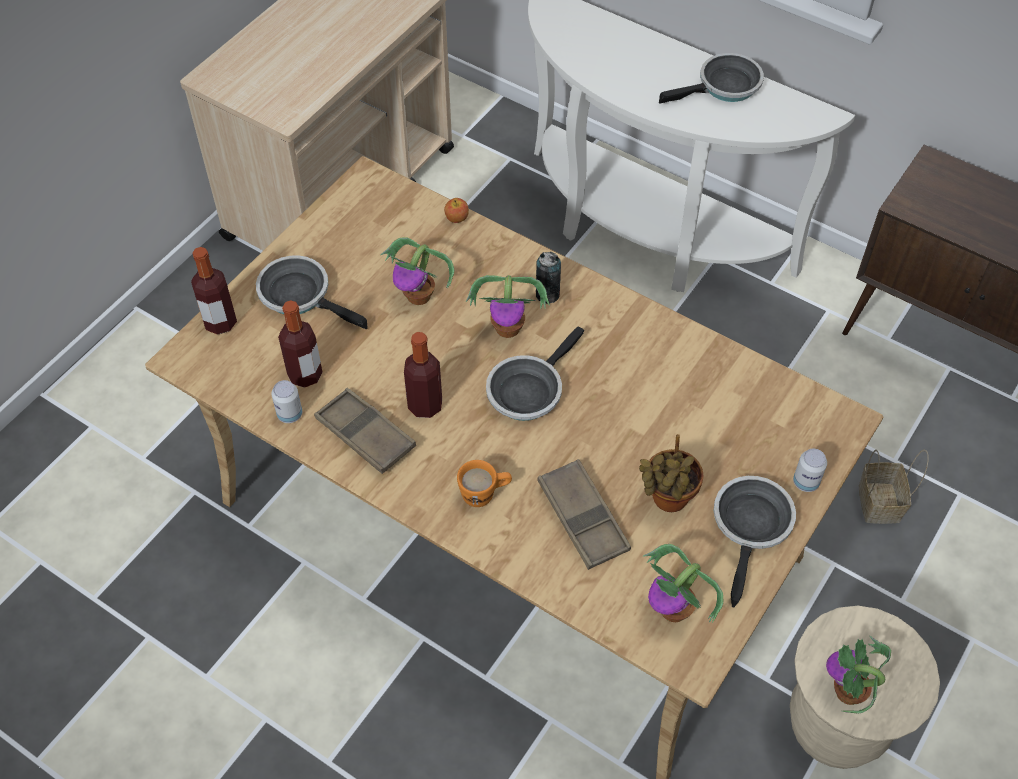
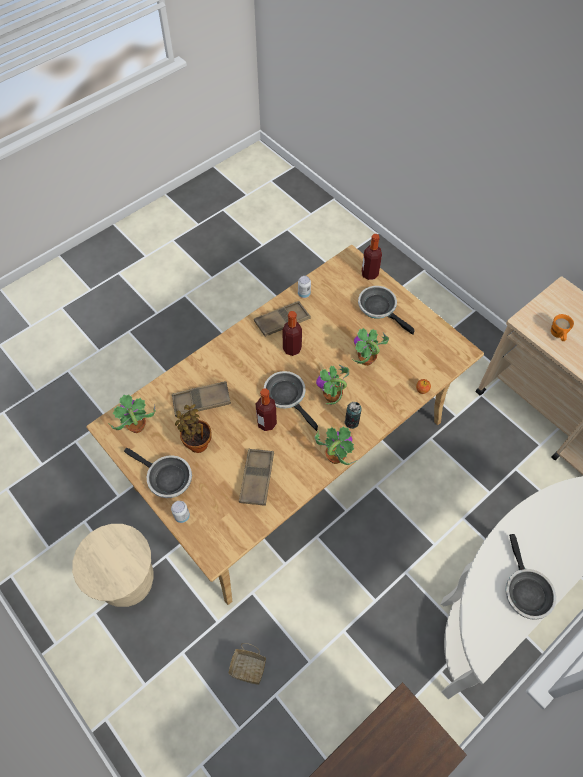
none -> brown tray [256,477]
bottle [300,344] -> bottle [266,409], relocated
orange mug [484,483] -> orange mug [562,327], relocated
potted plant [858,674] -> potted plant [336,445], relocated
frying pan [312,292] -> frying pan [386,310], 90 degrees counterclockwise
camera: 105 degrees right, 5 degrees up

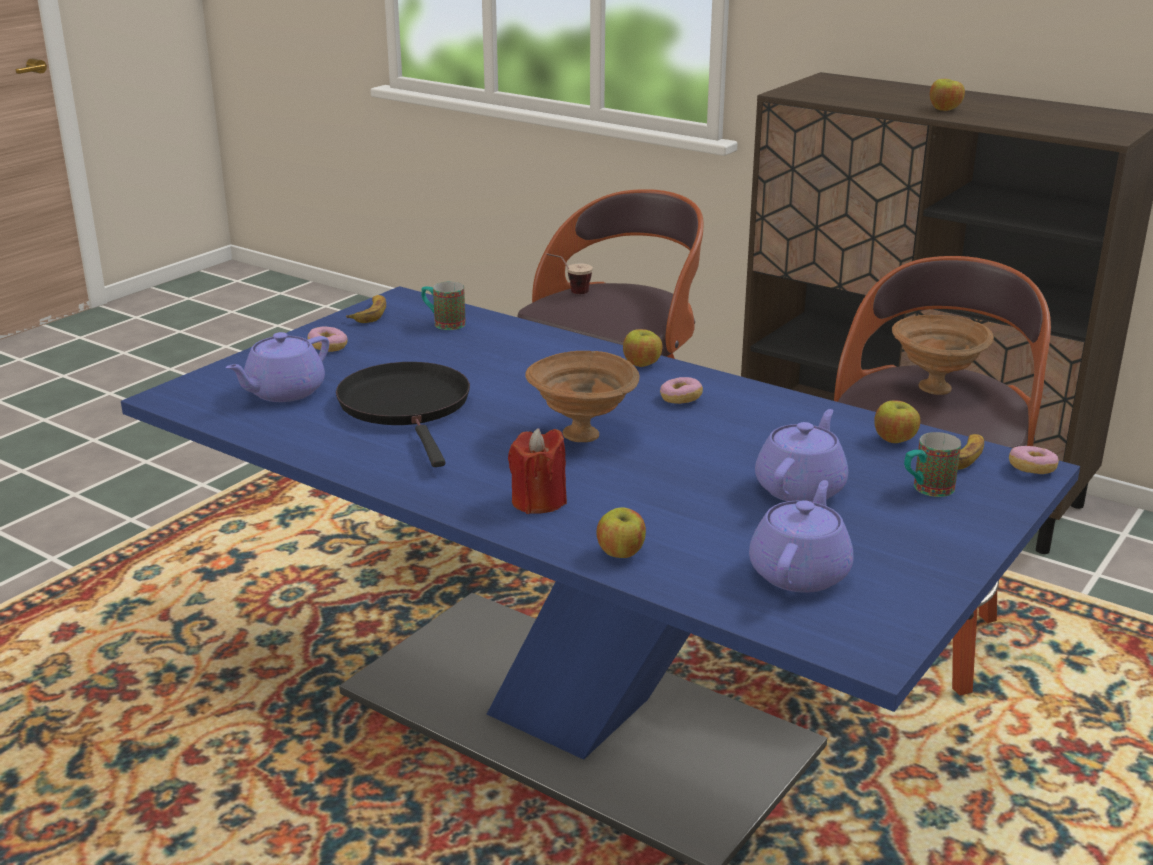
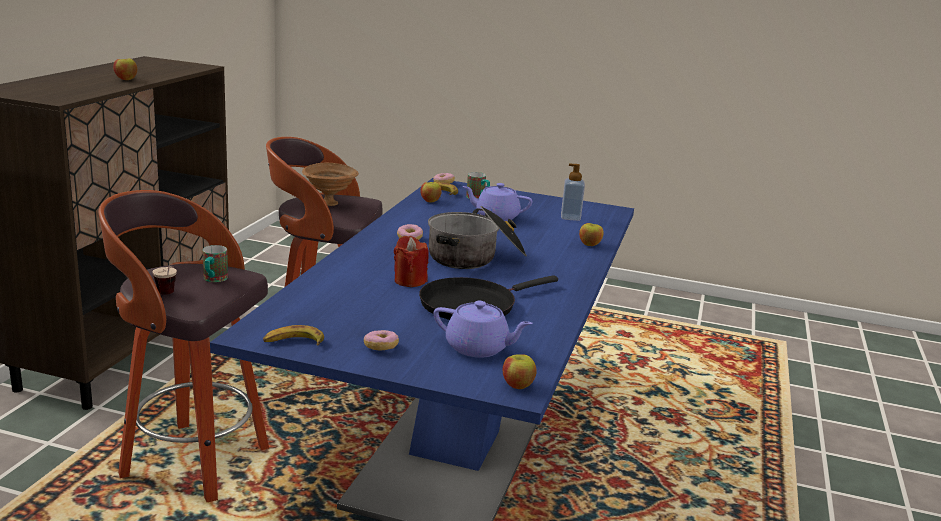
mug [443,306] -> mug [215,263], relocated
red candle [537,471] -> red candle [411,261], relocated
apple [642,348] -> apple [520,371], relocated
brown bowl [582,396] -> cooking pot [477,237]
purple teapot [801,536] -> soap dispenser [573,192]
camera: 110 degrees left, 5 degrees down

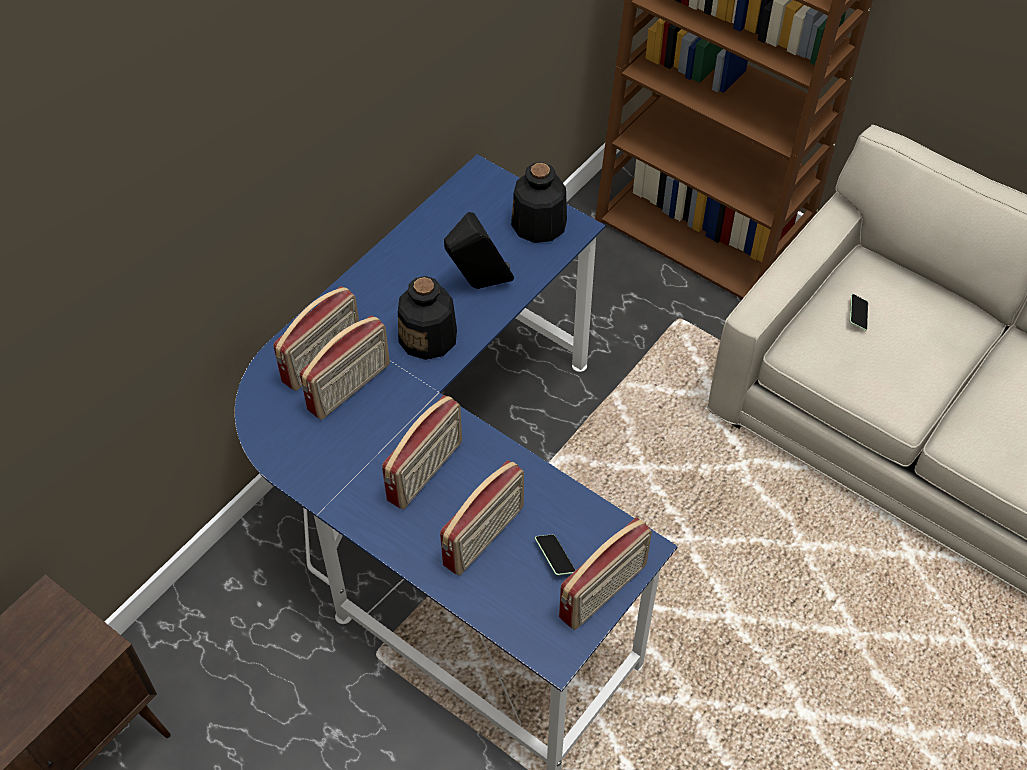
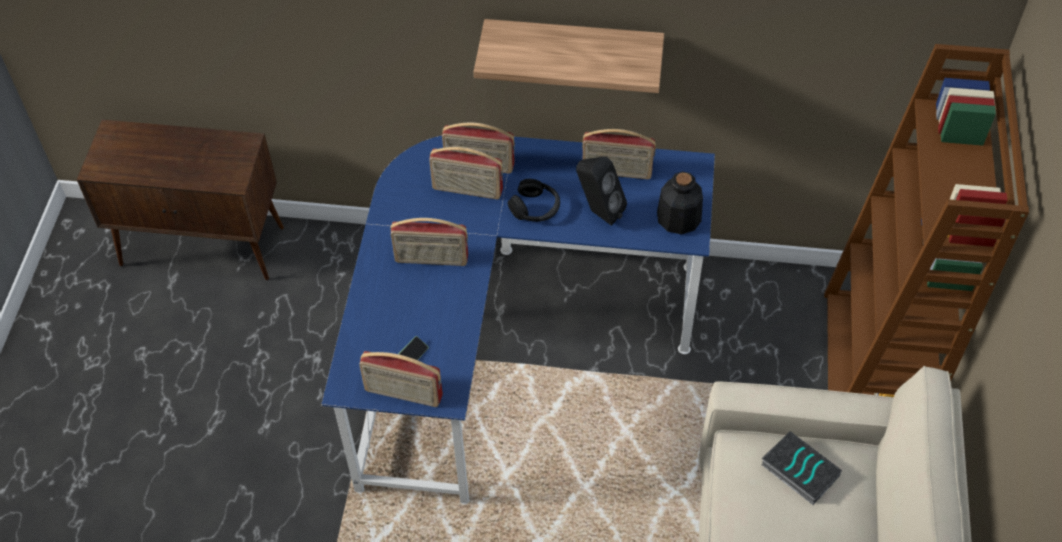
none -> shelf [569,56]
radio [482,518] -> radio [619,154], relocated
bottle [427,318] -> black headphones [534,200]
phone [859,312] -> book [802,468]
camera: 60 degrees right, 0 degrees up

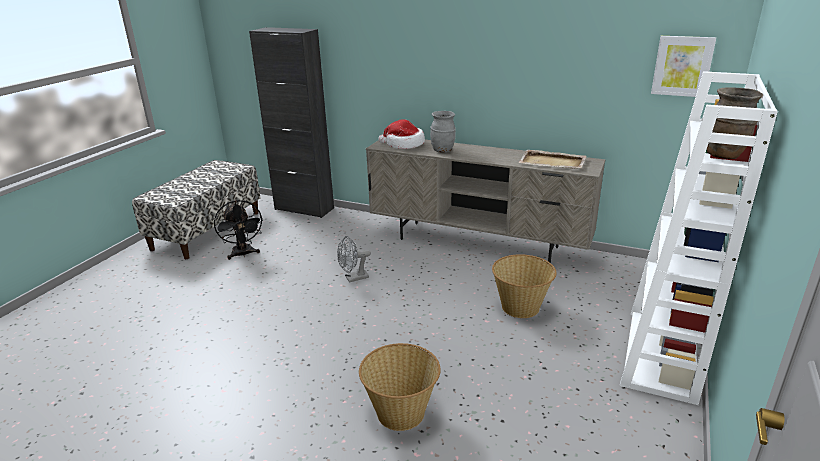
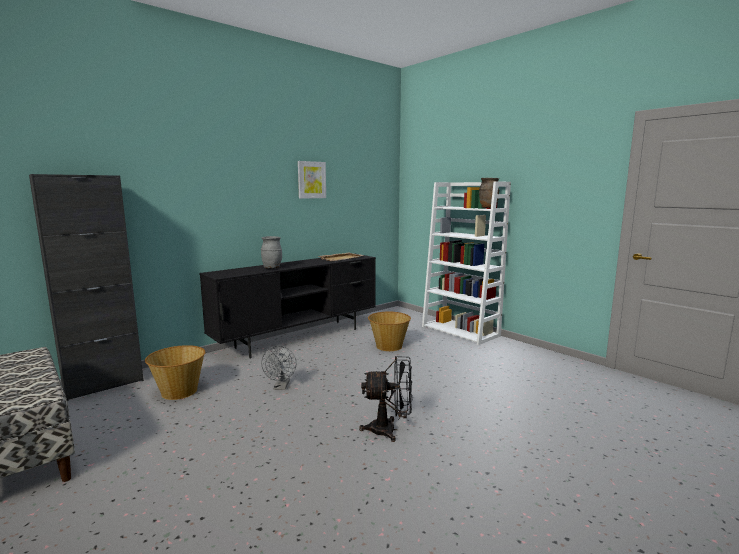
hat [401,134] -> none
black fan [238,230] -> black fan [385,399], relocated
basket [400,387] -> basket [175,372], relocated
picture [683,66] -> picture [312,180], relocated
beige tv stand [486,203] -> black tv stand [287,307]
camera: 65 degrees left, 15 degrees down

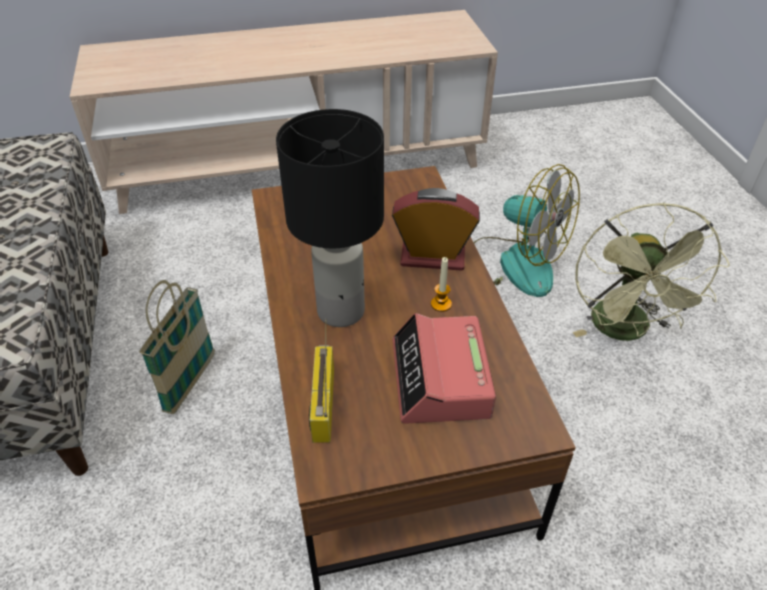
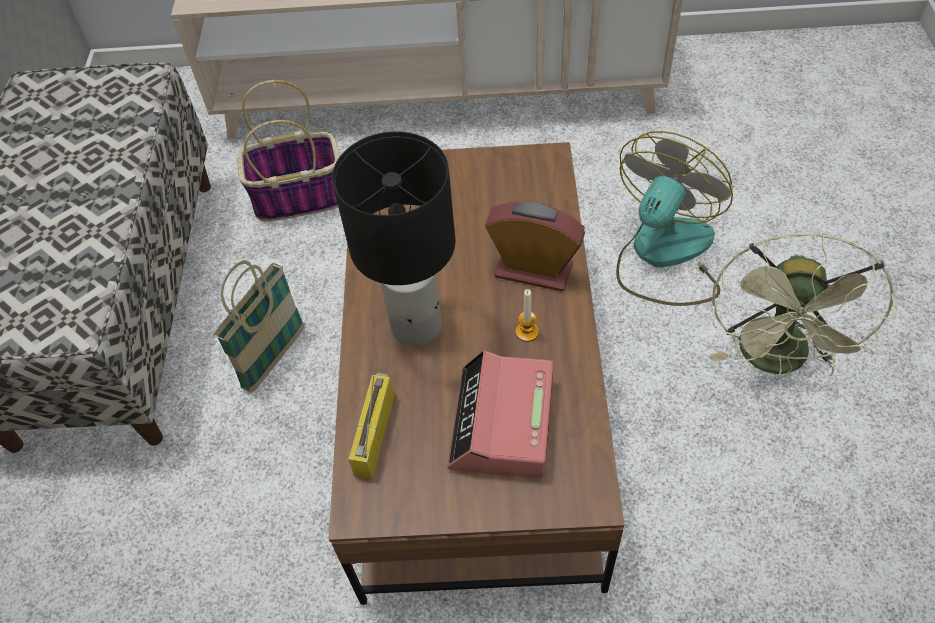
none -> basket [288,150]
fan [526,230] -> fan [674,218], 105 degrees counterclockwise
camera: 15 degrees right, 10 degrees up

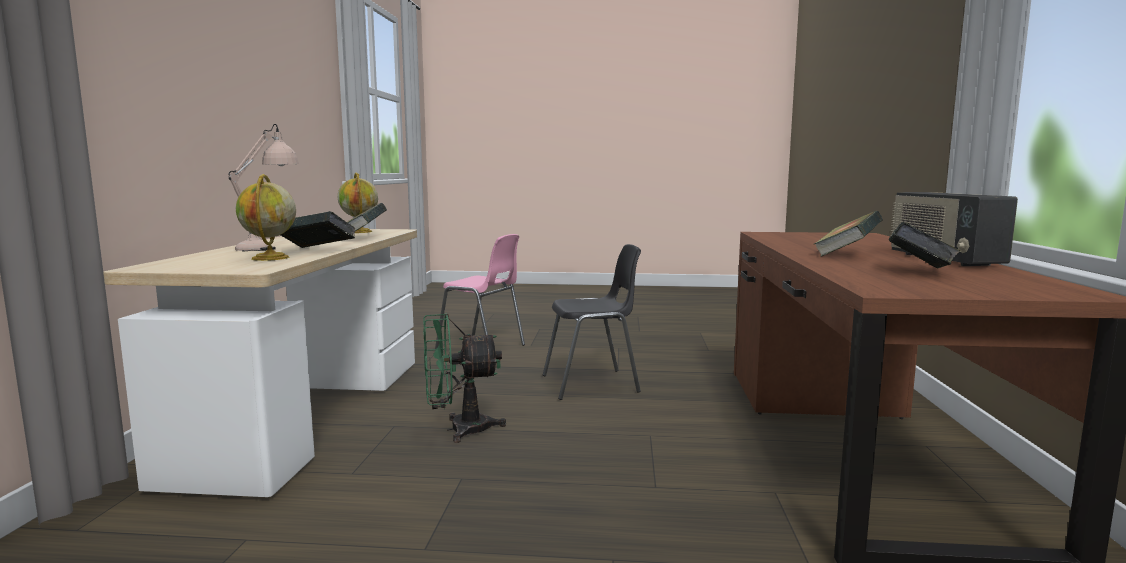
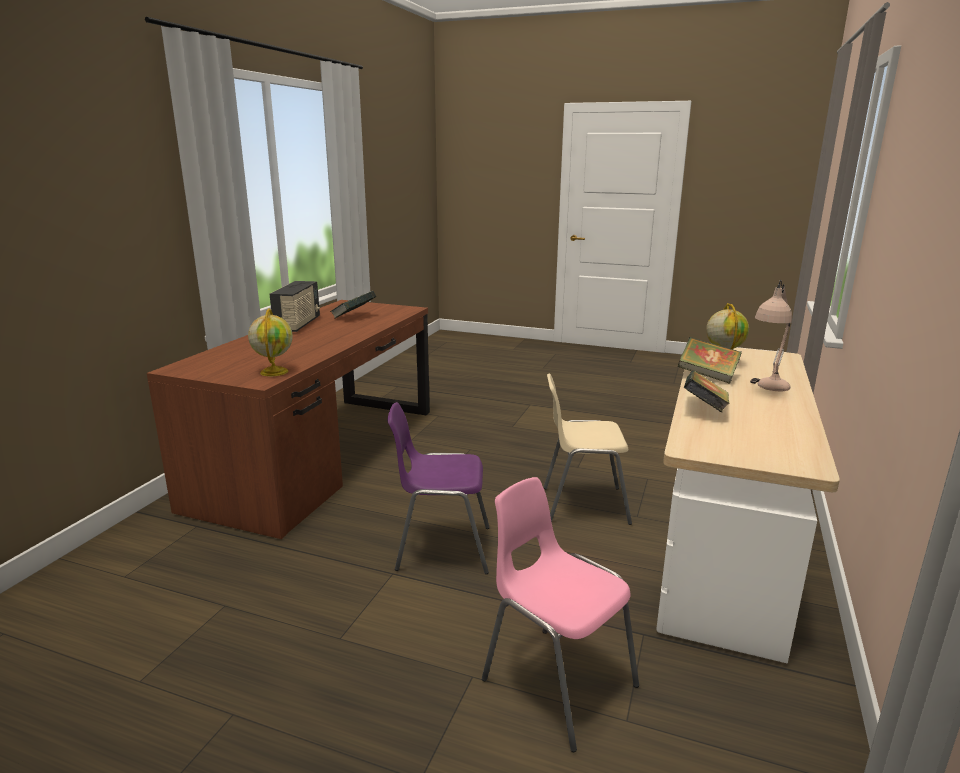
book [848,233] -> none
globe [358,203] -> globe [270,342], relocated
green fan [464,378] -> beige chair [588,449]
black chair [592,322] -> purple chair [438,488]
camera: 165 degrees left, 10 degrees up

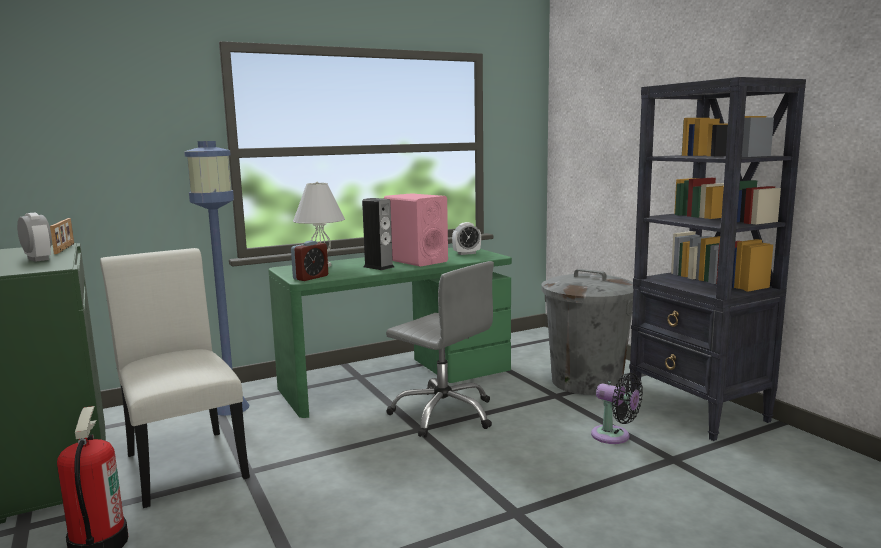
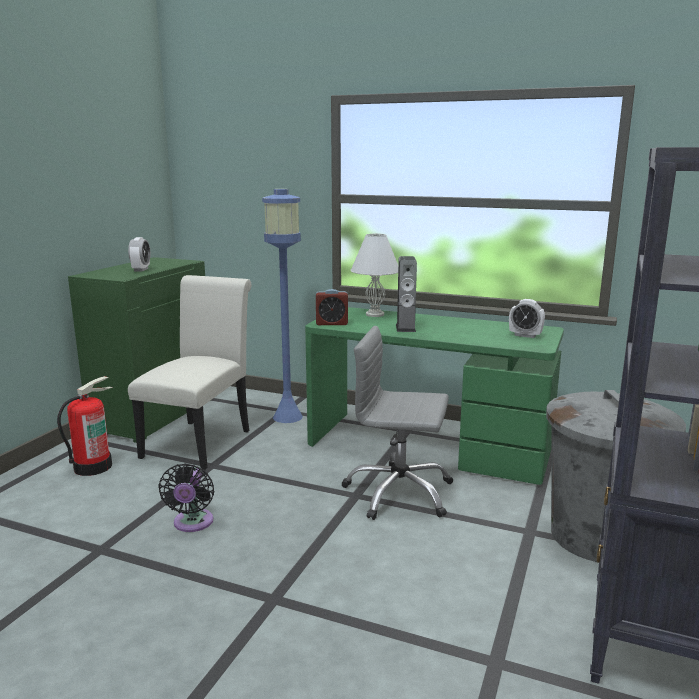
picture frame [62,236] -> none
pink speaker [416,230] -> none
black fan [617,408] -> black fan [186,497], relocated
grey office chair [440,349] -> grey office chair [397,423], 105 degrees clockwise
camera: 50 degrees right, 5 degrees up

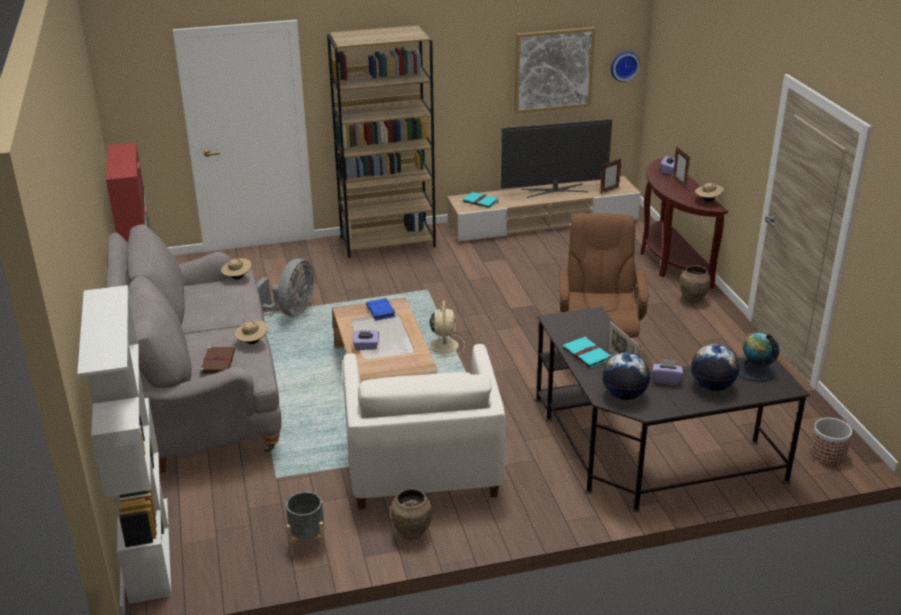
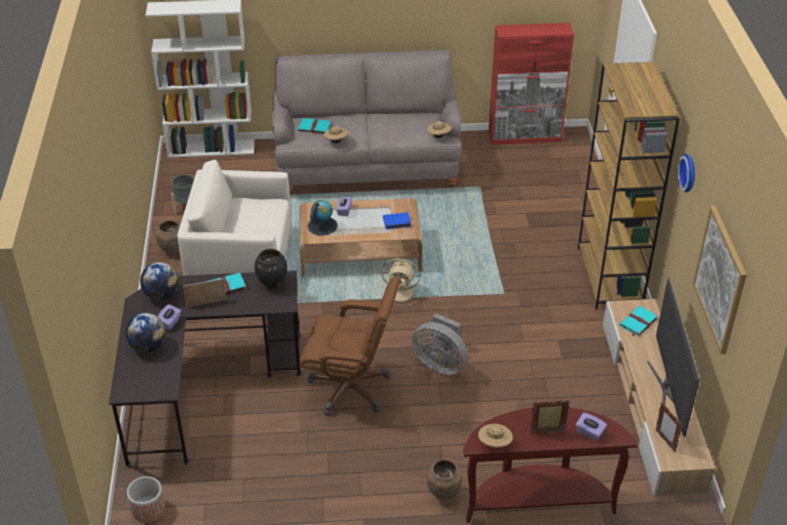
none -> black vase [270,269]
grey fan [285,287] -> grey fan [440,344], relocated
wall clock [625,66] -> wall clock [686,173], relocated
globe [758,357] -> globe [323,218], relocated
brown book [218,360] -> turquoise book [315,125]
camera: 100 degrees right, 10 degrees up

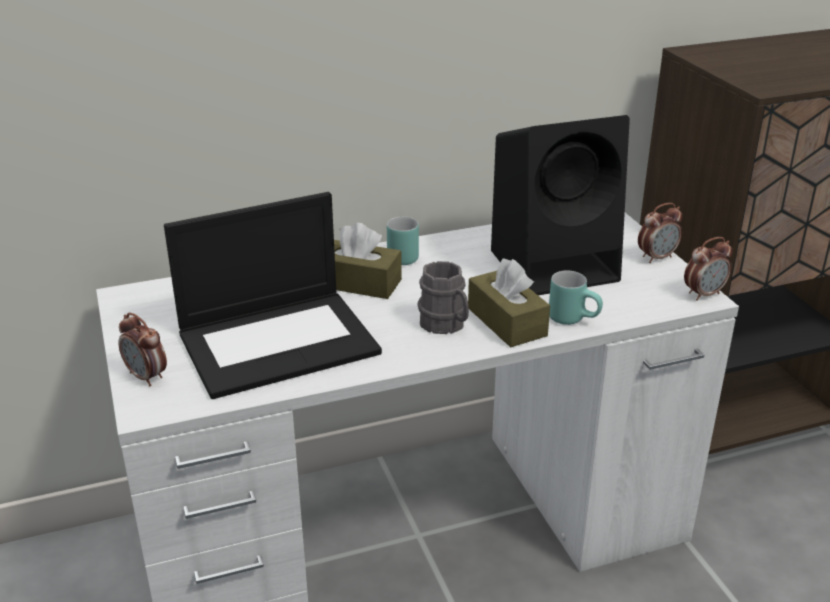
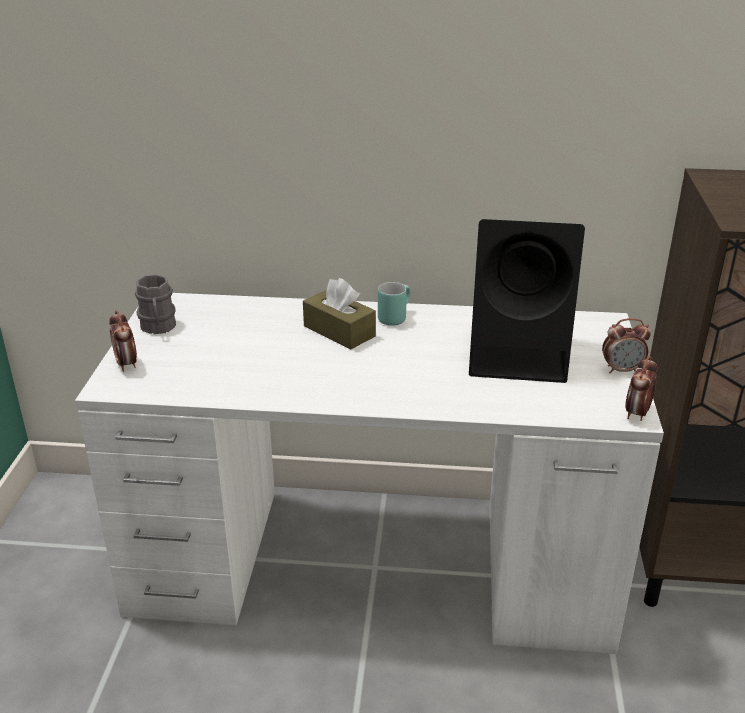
laptop [273,295] -> none
brown tissue box [509,302] -> none
turquoise mug [576,298] -> none
grey mug [443,297] -> grey mug [155,304], relocated
alarm clock [708,269] -> alarm clock [641,388], 120 degrees clockwise
camera: 25 degrees right, 0 degrees up

